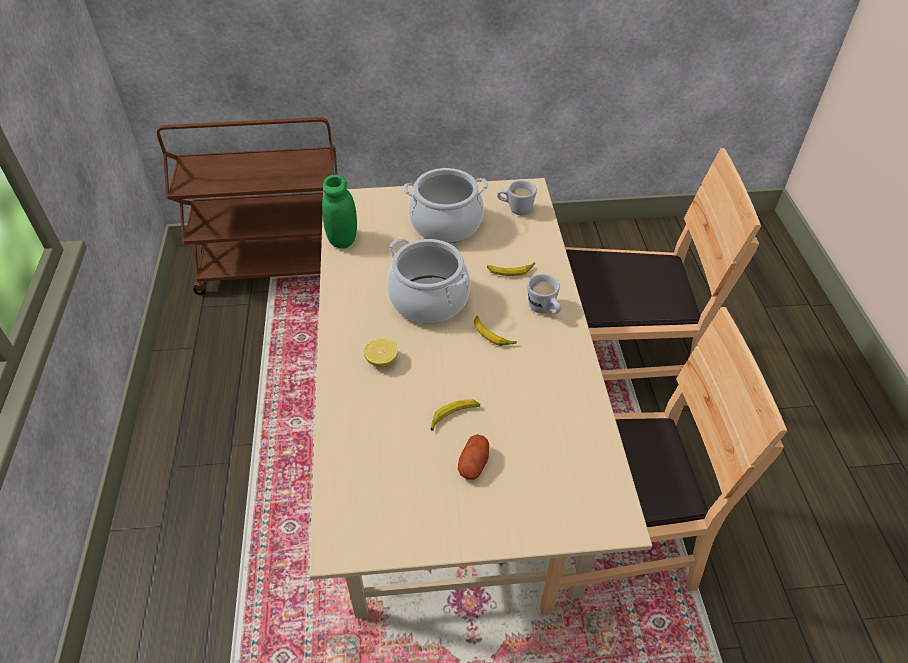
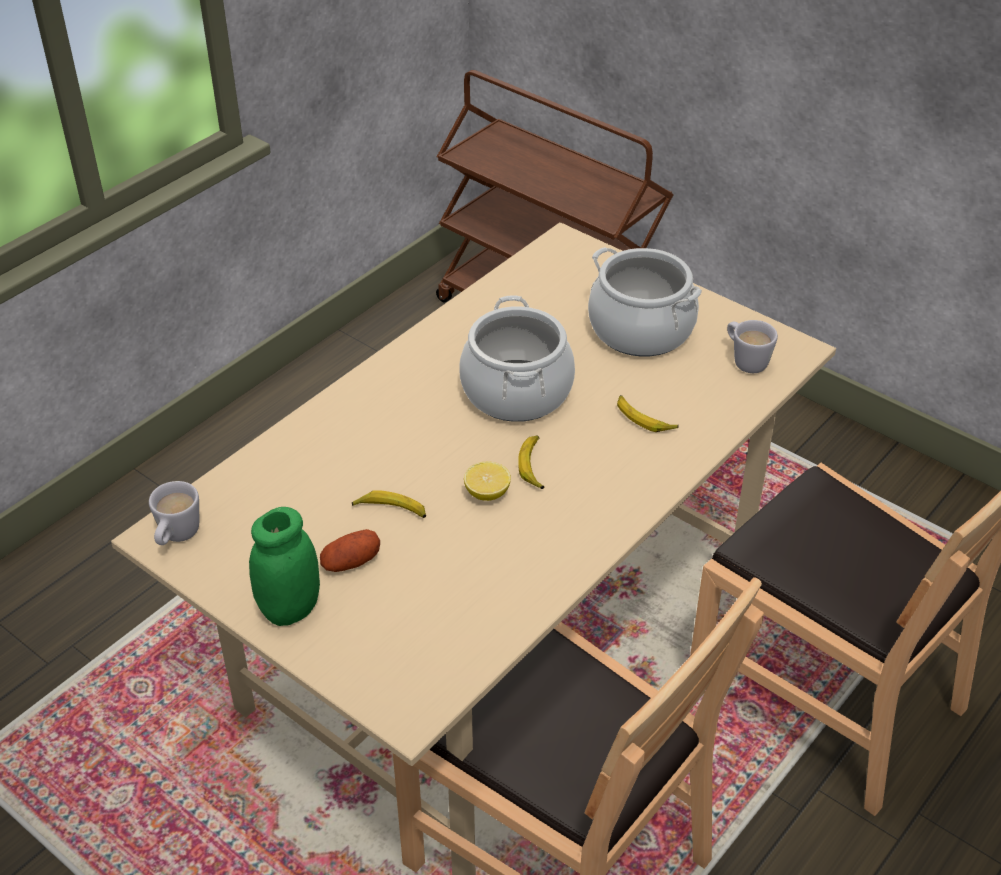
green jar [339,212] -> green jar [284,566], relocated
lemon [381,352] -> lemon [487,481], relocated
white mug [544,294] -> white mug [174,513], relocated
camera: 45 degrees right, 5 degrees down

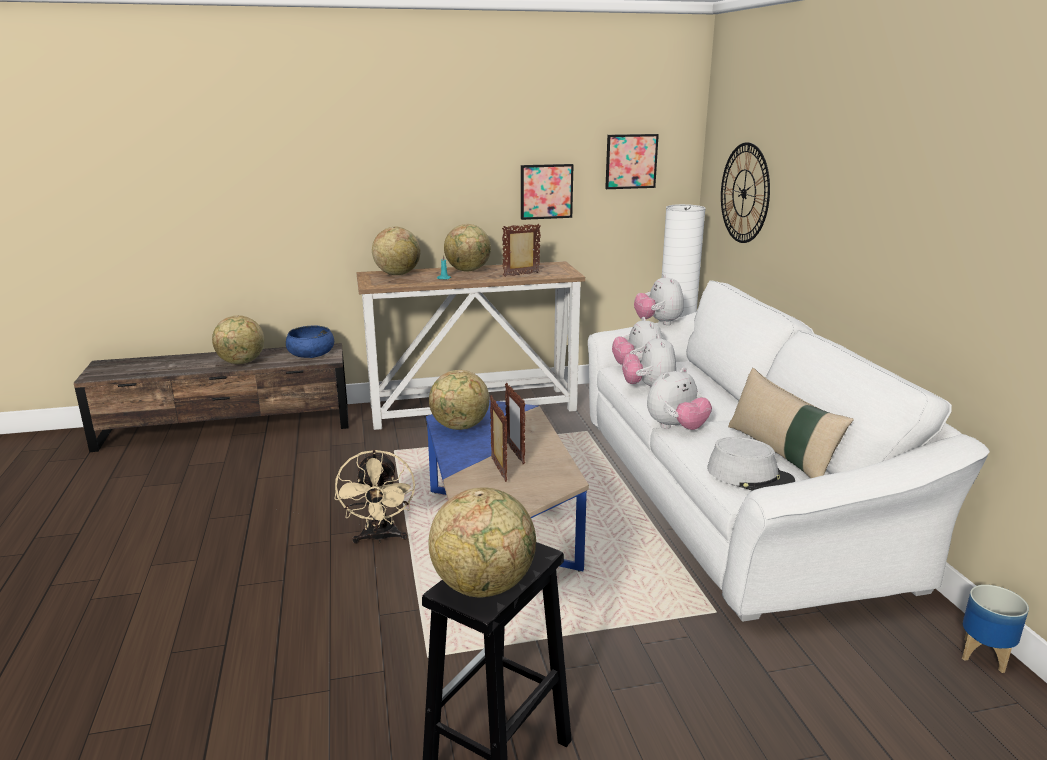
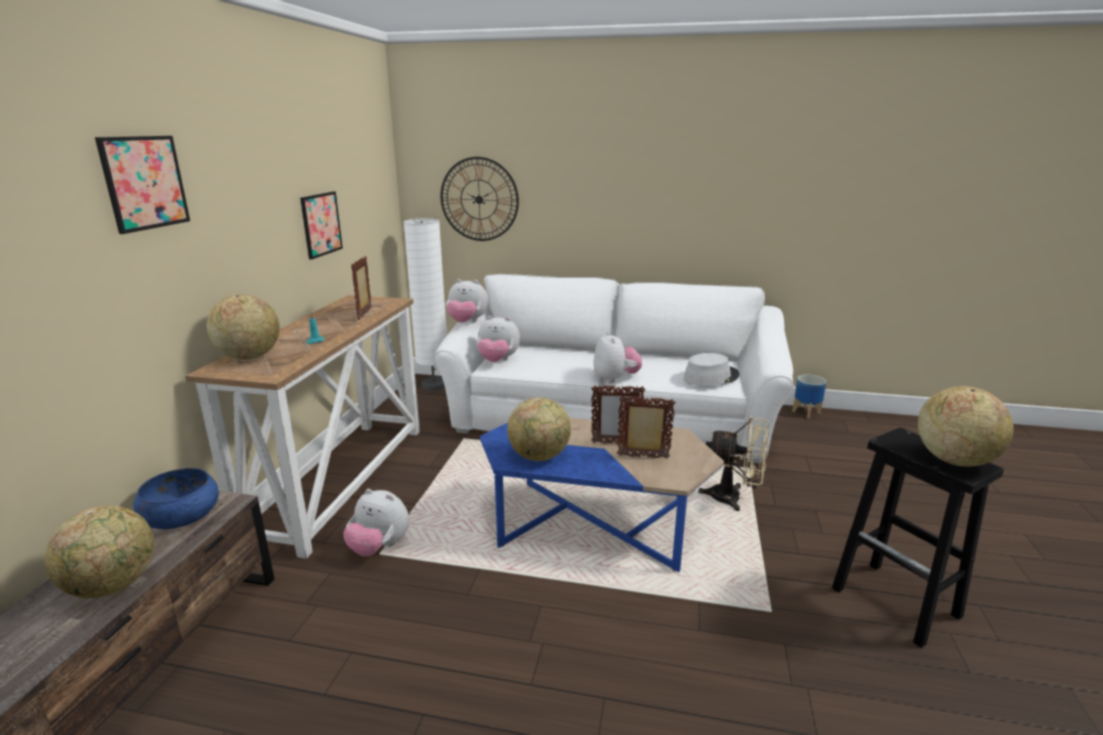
globe [467,248] -> none
beige pillow [791,423] -> none
beige fan [375,496] -> beige fan [733,463], relocated
picture [632,161] -> picture [142,185], relocated
plush toy [649,360] -> plush toy [376,523], relocated
camera: 65 degrees left, 0 degrees up

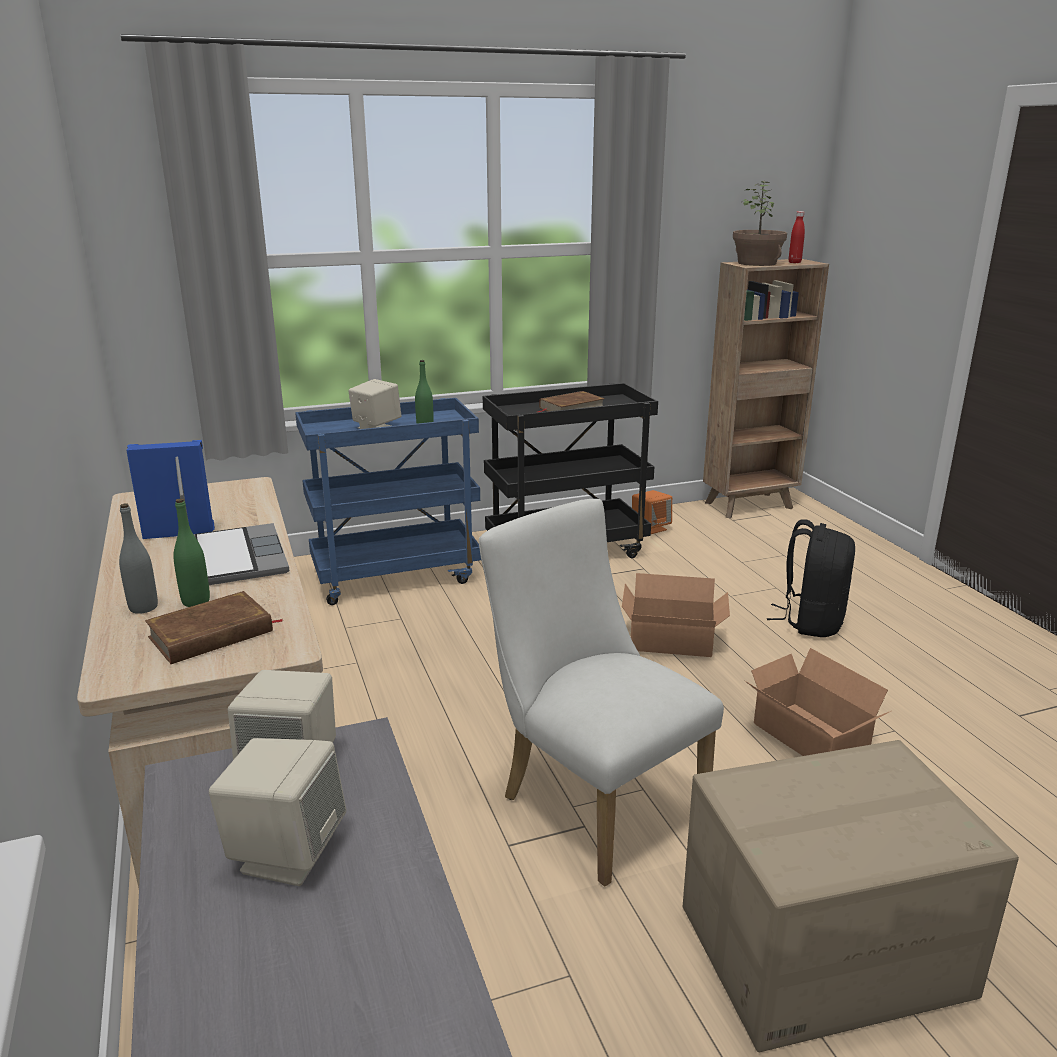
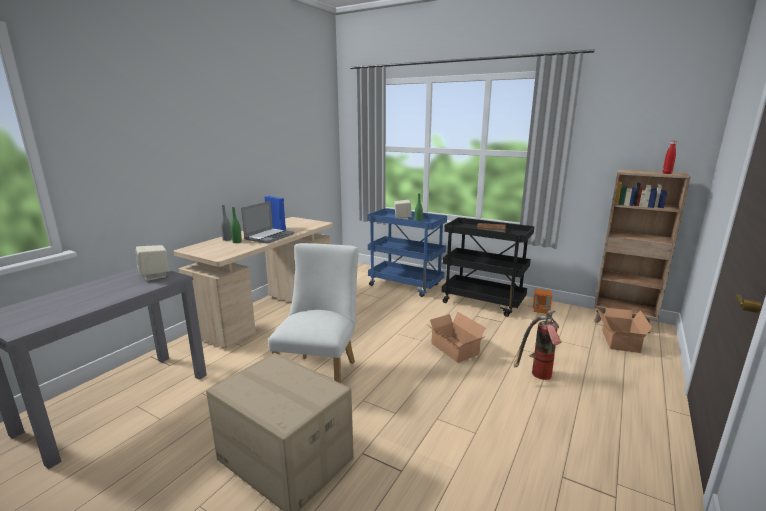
brown book [213,627] -> none
beige speaker [277,812] -> none
potted plant [760,223] -> none
cardboard box [817,702] -> cardboard box [624,330], relocated
black backpack [811,578] -> fire extinguisher [538,345]
camera: 50 degrees right, 5 degrees down

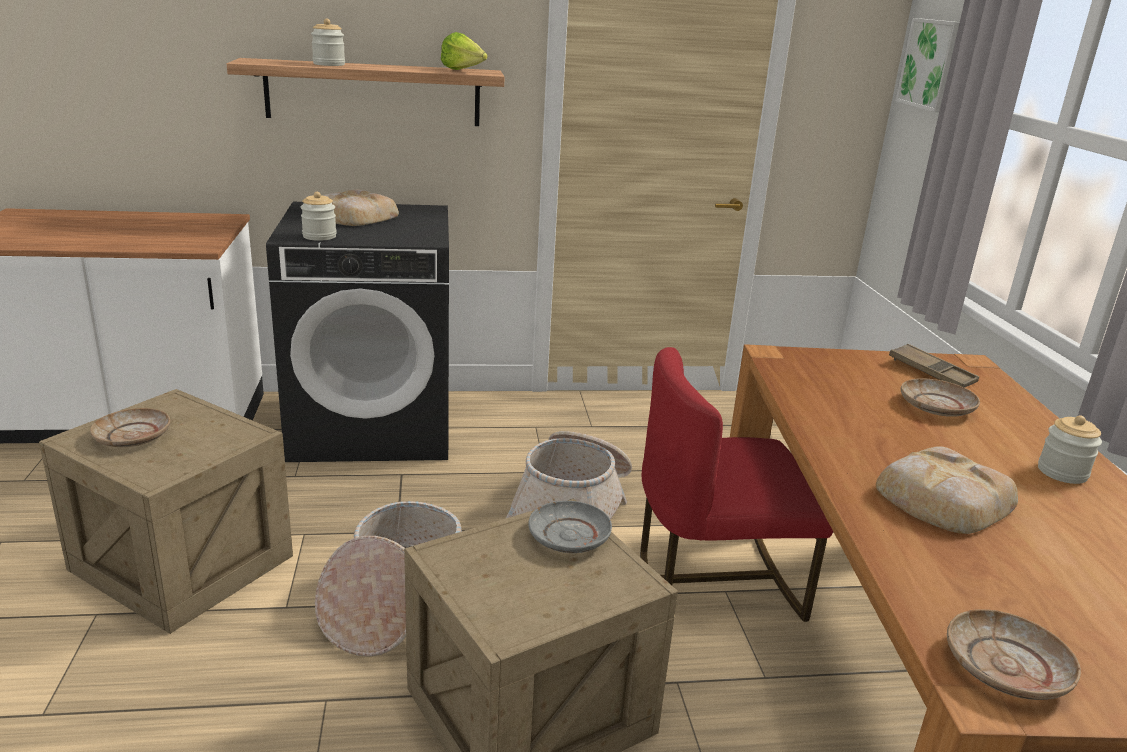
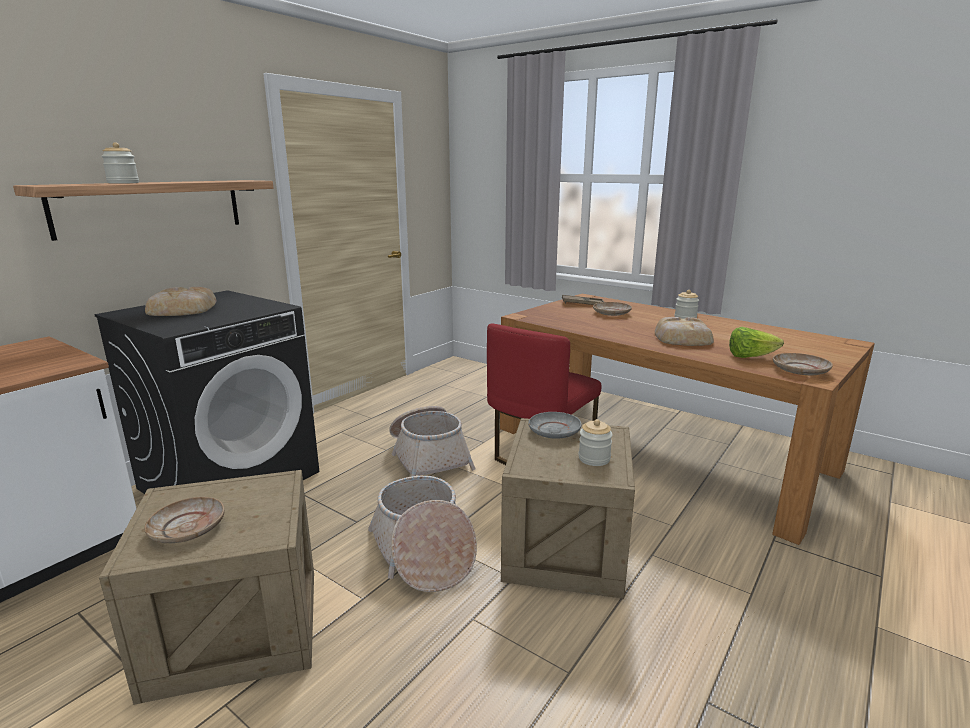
picture [927,65] -> none
jar [318,216] -> jar [596,442], relocated
lettuce [464,51] -> lettuce [756,342], relocated
camera: 45 degrees left, 5 degrees down

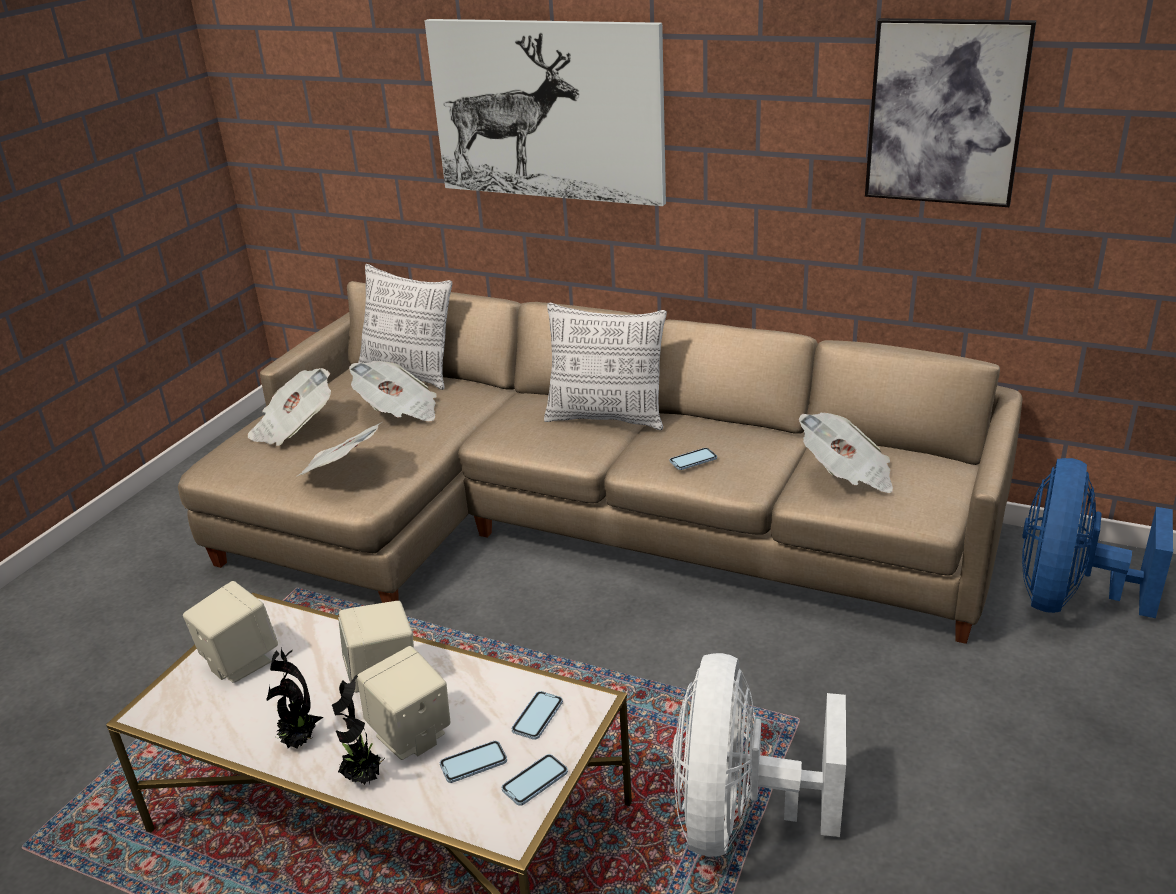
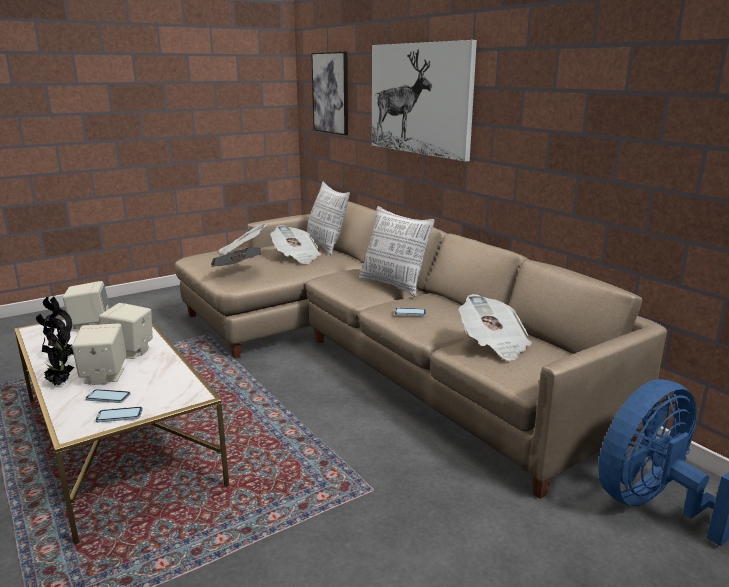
phone [537,715] -> none
white fan [759,755] -> none
picture [950,112] -> picture [329,93], relocated
camera: 30 degrees right, 10 degrees down

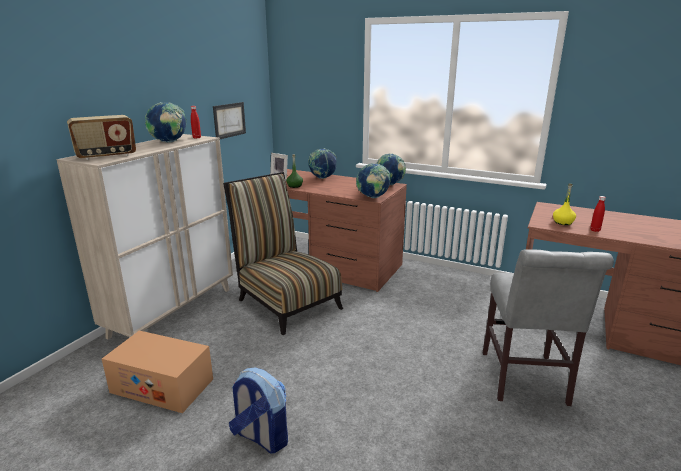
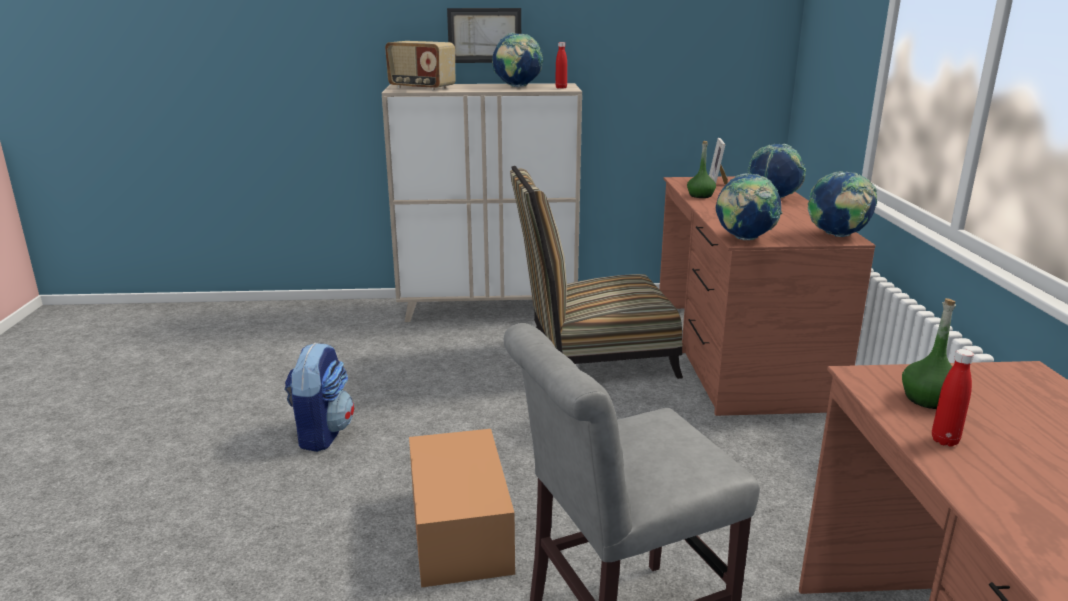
cardboard box [157,371] -> cardboard box [462,508], relocated
picture [229,120] -> picture [484,35], relocated
yellow bottle [564,204] -> green bottle [929,353]
chair [283,253] -> chair [596,272], 120 degrees counterclockwise
camera: 60 degrees right, 0 degrees up

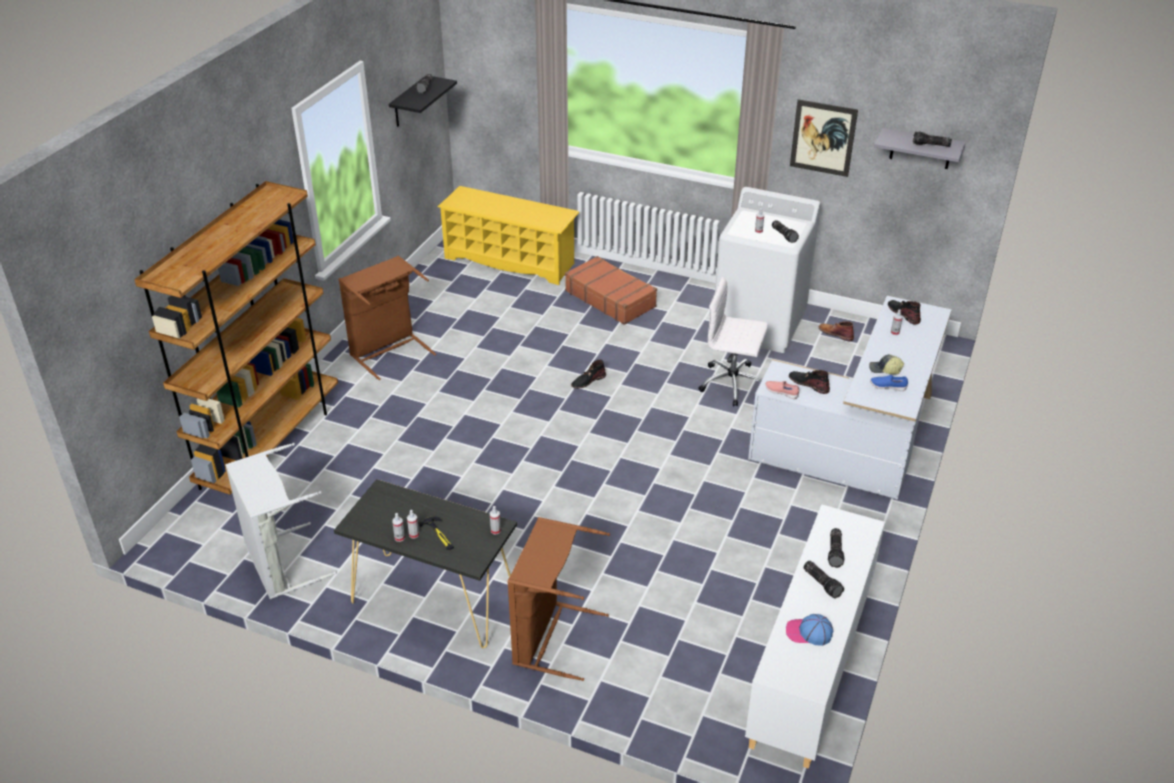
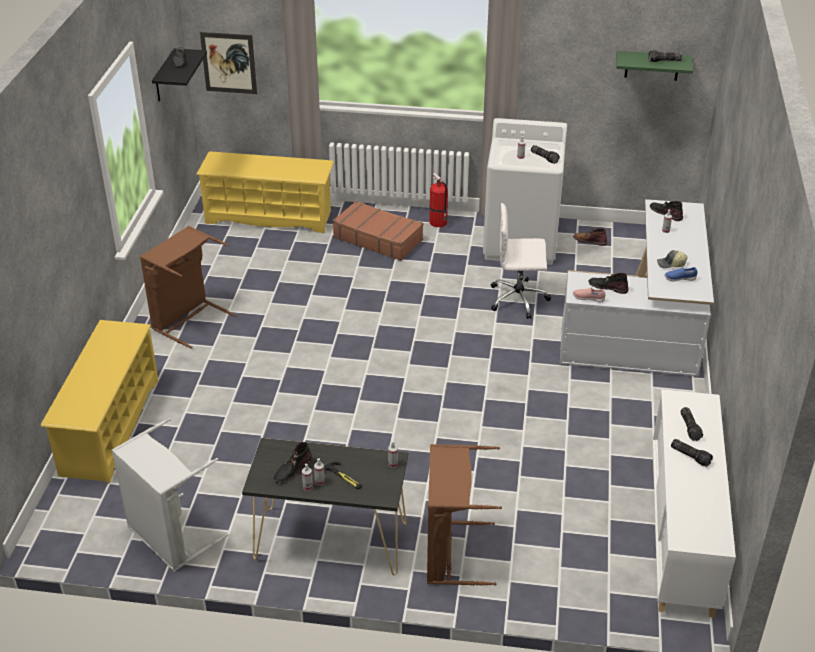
cap [809,630] -> none
none -> fire extinguisher [439,200]
black boot [588,374] -> black boot [293,463], relocated
picture [824,138] -> picture [228,63], relocated
brown bookcase [236,338] -> yellow shoe rack [99,402]
grey shelf [920,148] -> green shelf [654,66]
camera: 15 degrees left, 0 degrees up

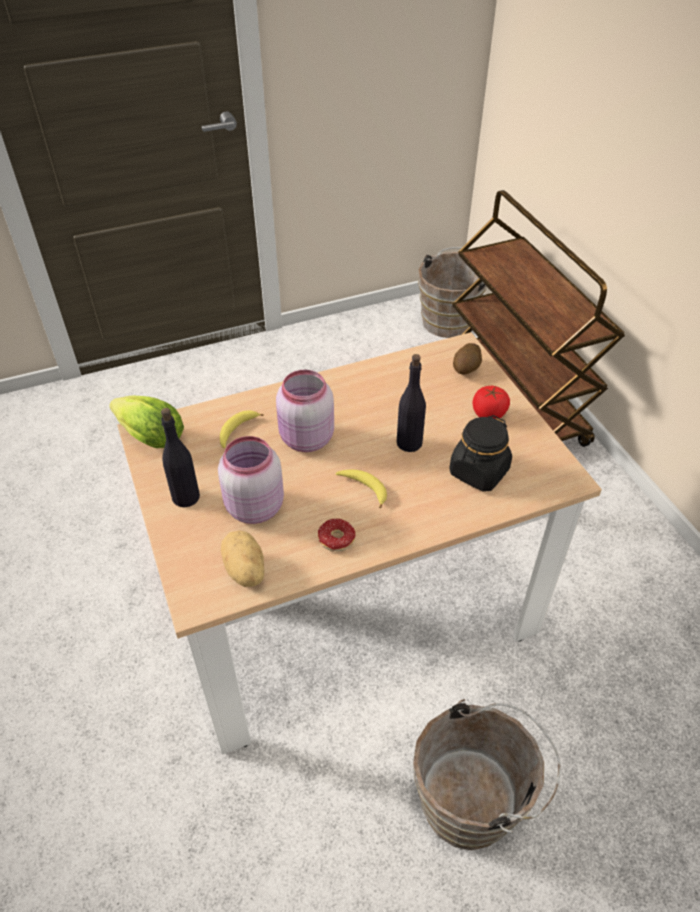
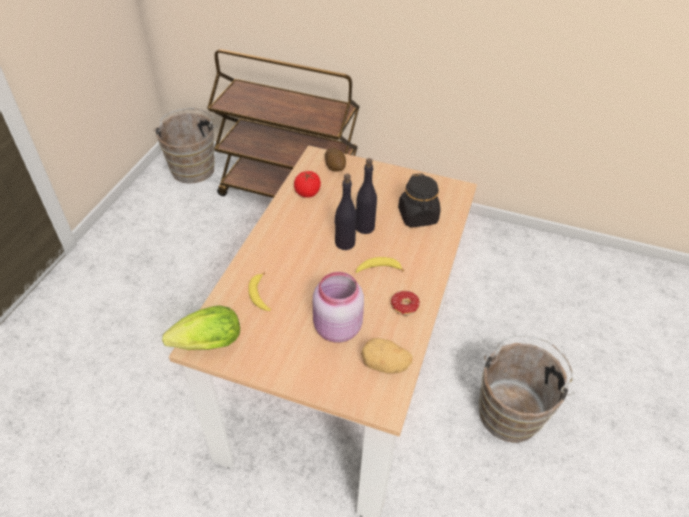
pink jar [305,411] -> none
black bottle [180,457] -> black bottle [346,212], relocated
tomato [491,402] -> tomato [307,184], relocated
camera: 50 degrees left, 0 degrees up

